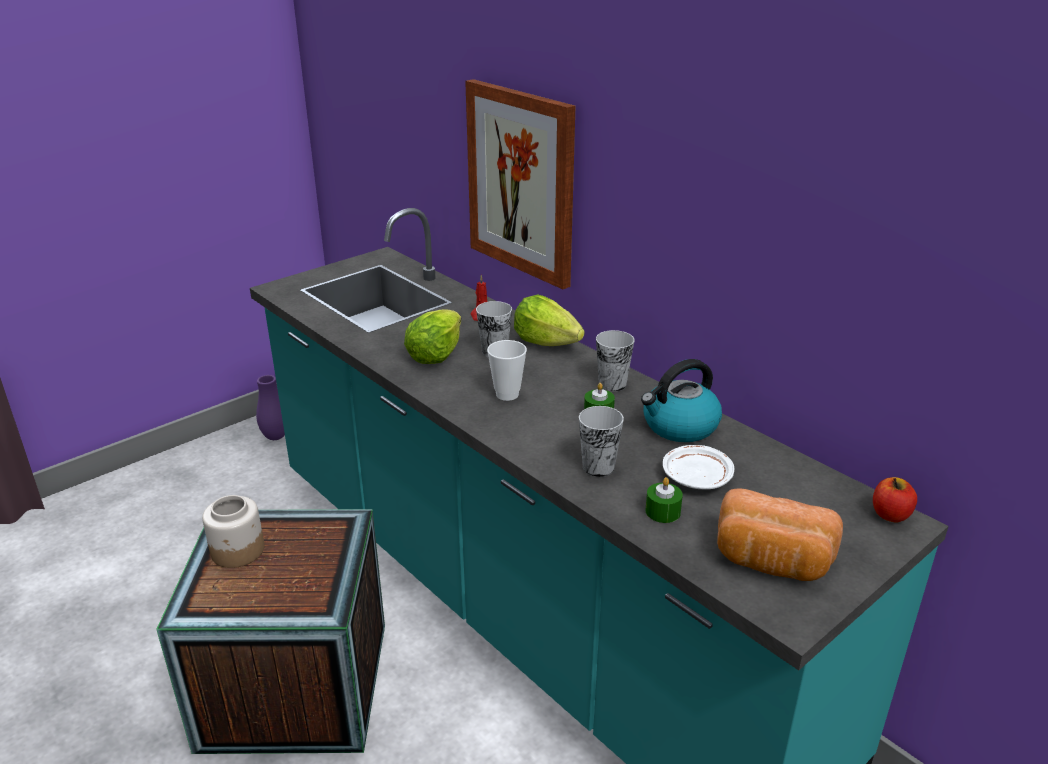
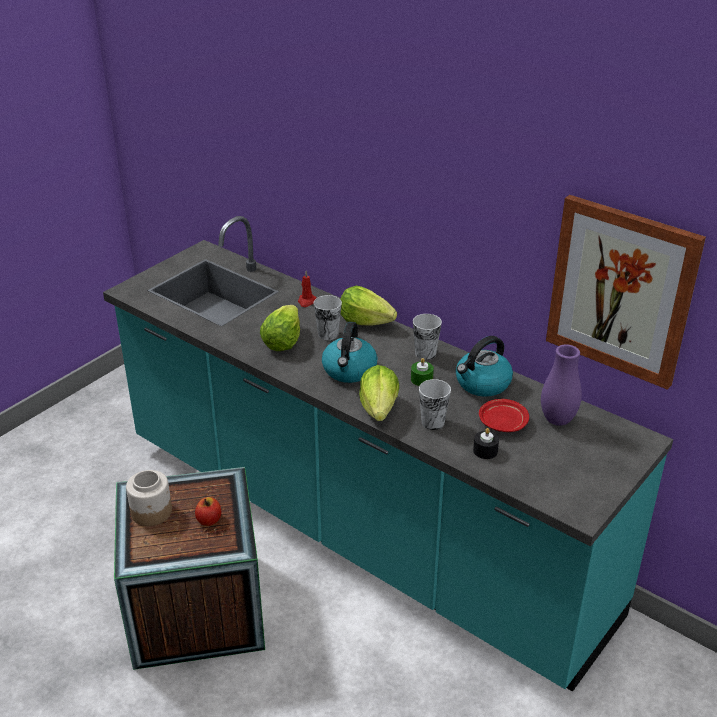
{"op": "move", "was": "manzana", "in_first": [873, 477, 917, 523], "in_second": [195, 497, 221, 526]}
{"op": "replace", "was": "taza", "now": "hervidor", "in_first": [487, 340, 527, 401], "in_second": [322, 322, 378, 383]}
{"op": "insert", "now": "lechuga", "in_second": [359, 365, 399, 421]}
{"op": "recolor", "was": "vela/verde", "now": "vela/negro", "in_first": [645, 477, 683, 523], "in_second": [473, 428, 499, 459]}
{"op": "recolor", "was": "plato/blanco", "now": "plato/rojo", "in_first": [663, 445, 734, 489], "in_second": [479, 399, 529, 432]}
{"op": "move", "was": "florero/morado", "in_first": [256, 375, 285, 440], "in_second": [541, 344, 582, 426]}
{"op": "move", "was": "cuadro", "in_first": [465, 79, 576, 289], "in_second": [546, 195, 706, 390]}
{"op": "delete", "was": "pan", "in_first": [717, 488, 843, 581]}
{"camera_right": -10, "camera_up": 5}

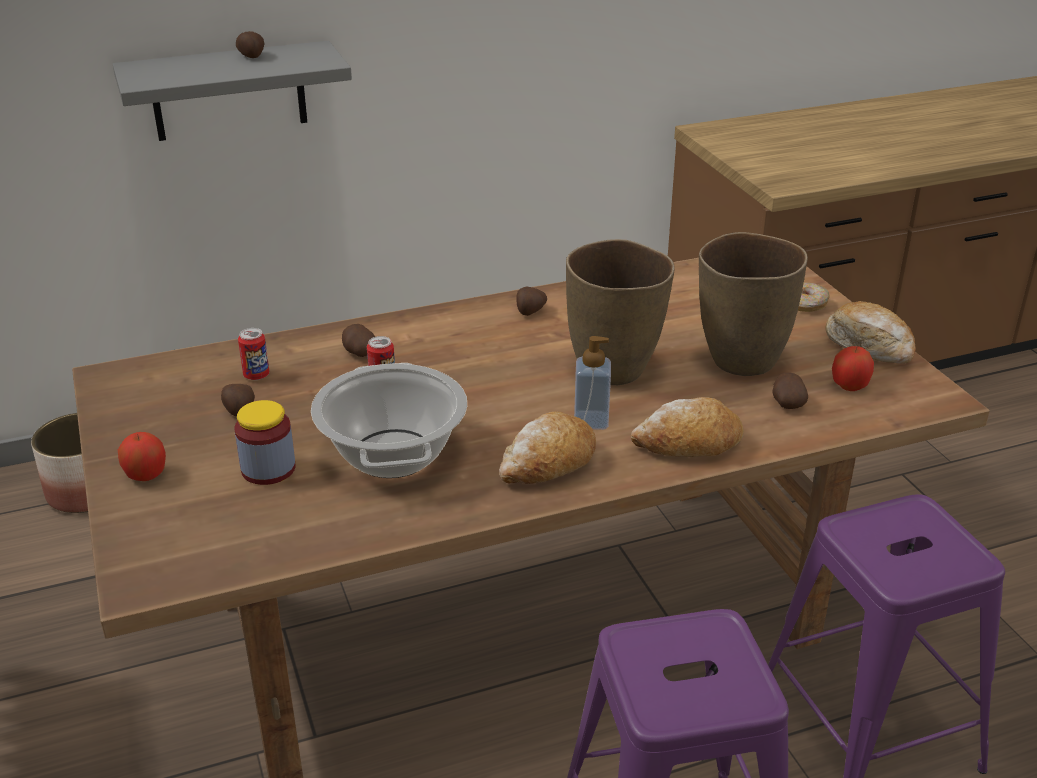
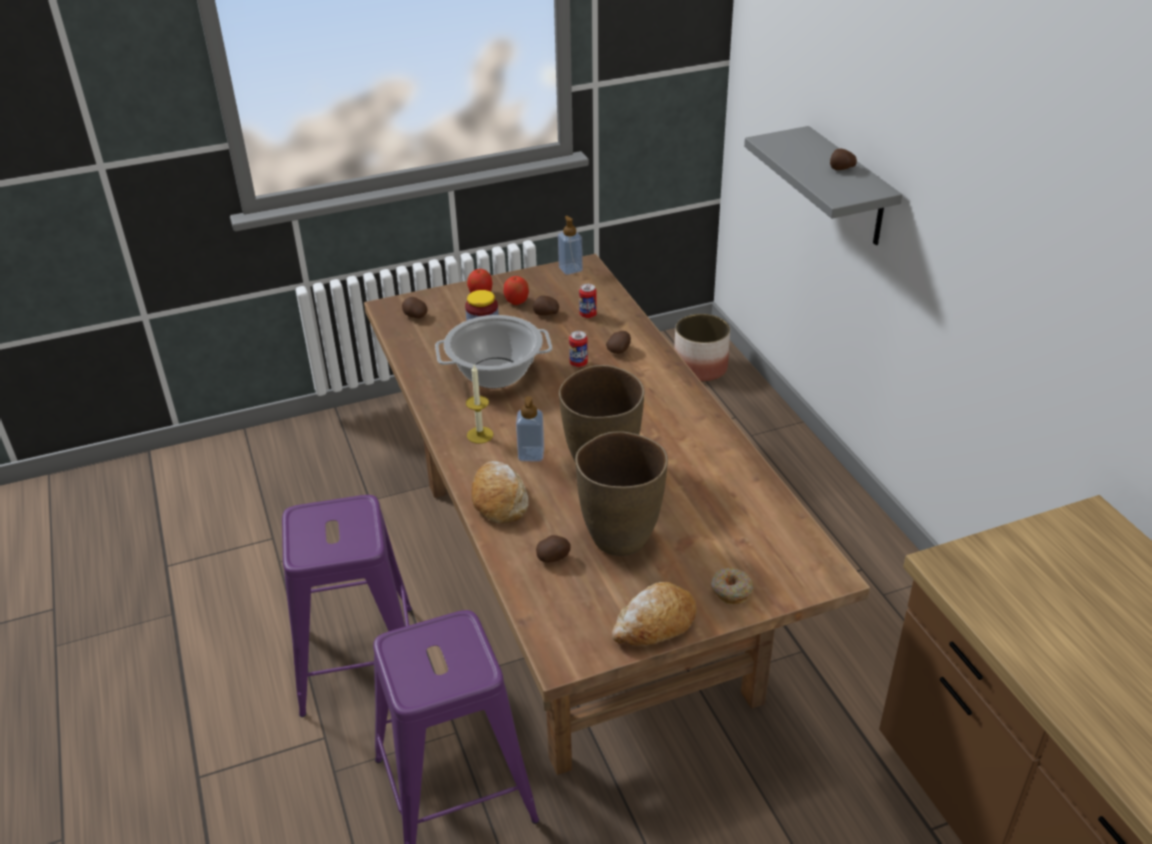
{"op": "move", "was": "patata", "in_first": [516, 287, 547, 316], "in_second": [402, 297, 428, 319]}
{"op": "replace", "was": "pan", "now": "vela", "in_first": [499, 411, 596, 484], "in_second": [466, 365, 493, 444]}
{"op": "move", "was": "manzana", "in_first": [832, 346, 874, 391], "in_second": [503, 276, 529, 305]}
{"op": "insert", "now": "dispensador de jabón", "in_second": [558, 216, 583, 275]}
{"camera_right": 90, "camera_up": 5}

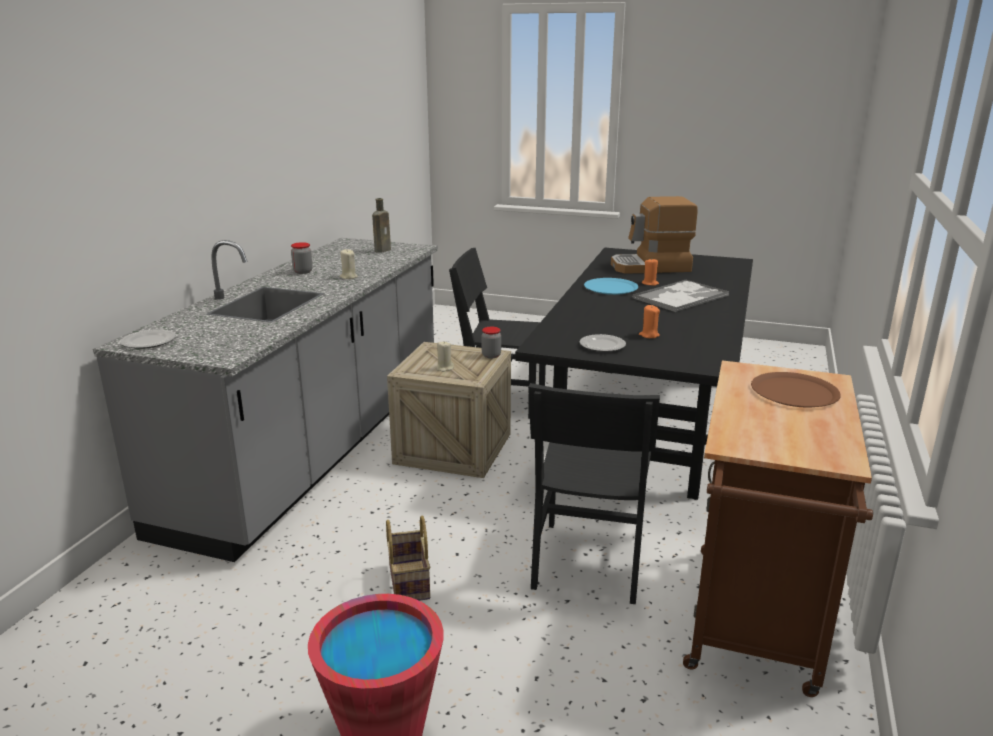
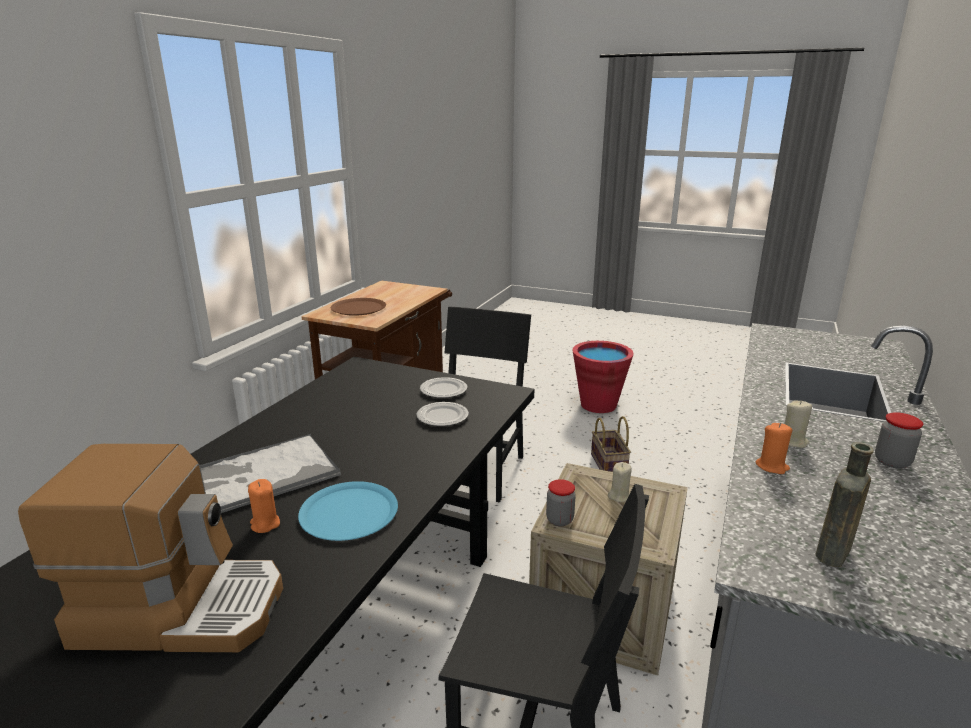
{"op": "move", "was": "plato", "in_first": [120, 329, 176, 349], "in_second": [417, 402, 469, 426]}
{"op": "move", "was": "vela/naranja", "in_first": [639, 305, 660, 338], "in_second": [755, 423, 792, 474]}
{"camera_right": -175, "camera_up": 0}

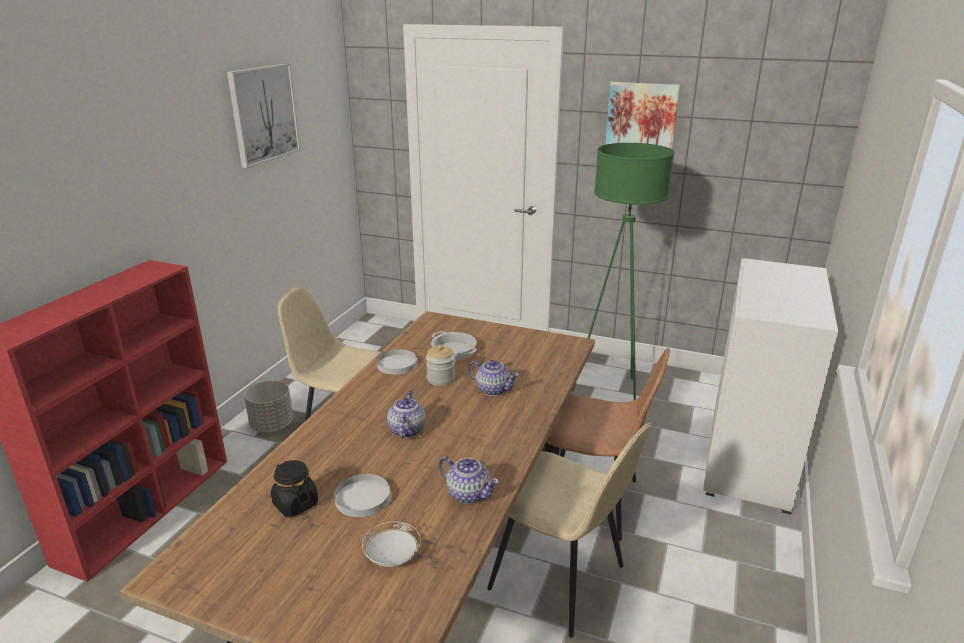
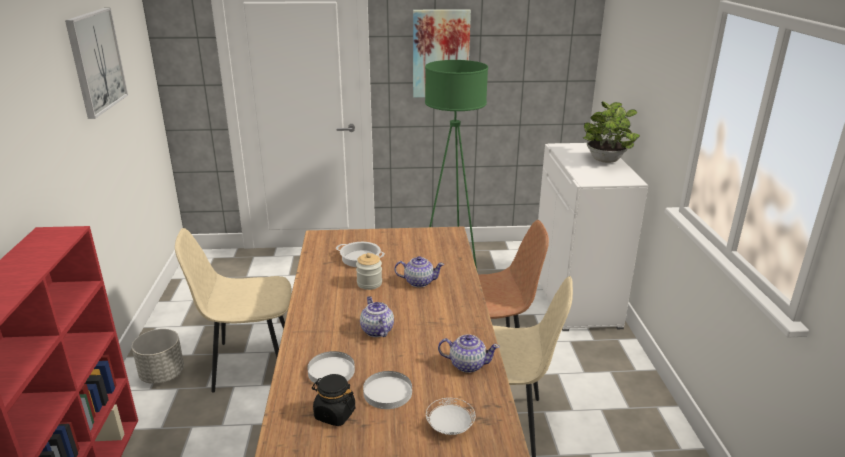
{"op": "move", "was": "plato/blanco", "in_first": [376, 349, 417, 375], "in_second": [307, 351, 355, 383]}
{"op": "insert", "now": "planta en maceta", "in_second": [583, 101, 640, 163]}
{"camera_right": -25, "camera_up": 0}

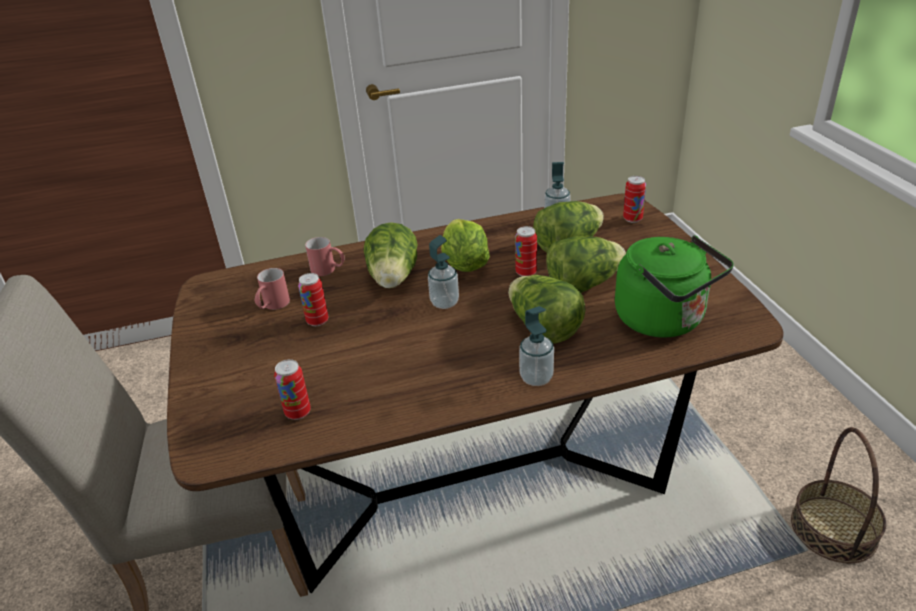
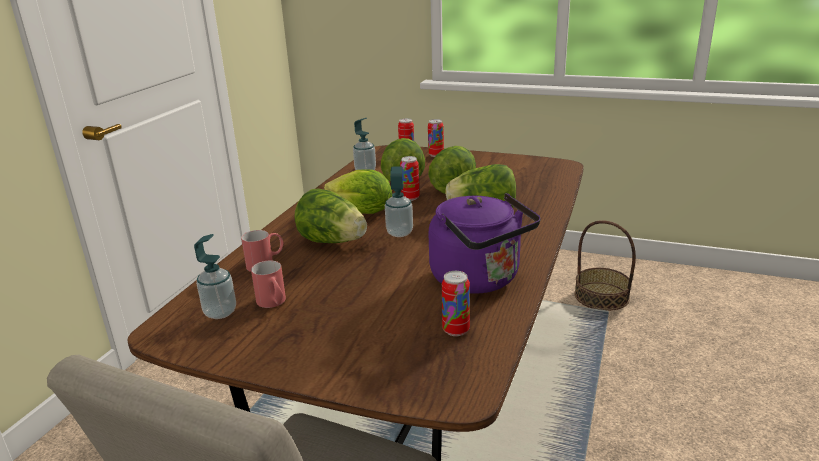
{"op": "move", "was": "dispensador de jabón", "in_first": [519, 306, 554, 386], "in_second": [194, 234, 236, 319]}
{"op": "move", "was": "lata", "in_first": [298, 273, 328, 326], "in_second": [428, 119, 444, 157]}
{"op": "insert", "now": "hervidor/morado", "in_second": [429, 193, 540, 294]}
{"op": "delete", "was": "hervidor/verde", "in_first": [615, 235, 734, 337]}
{"camera_right": -55, "camera_up": -10}

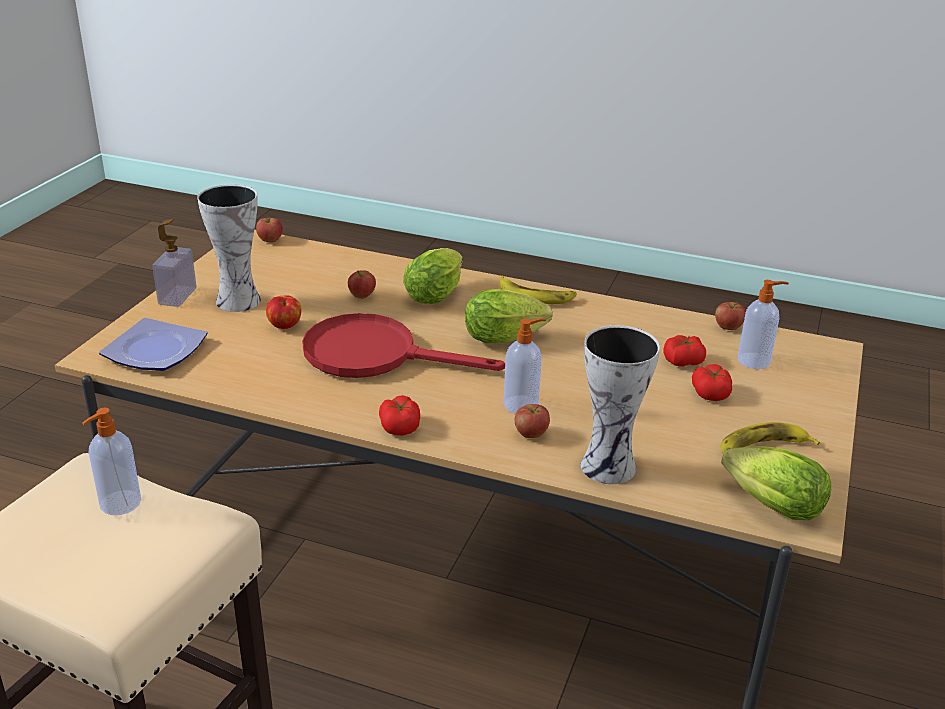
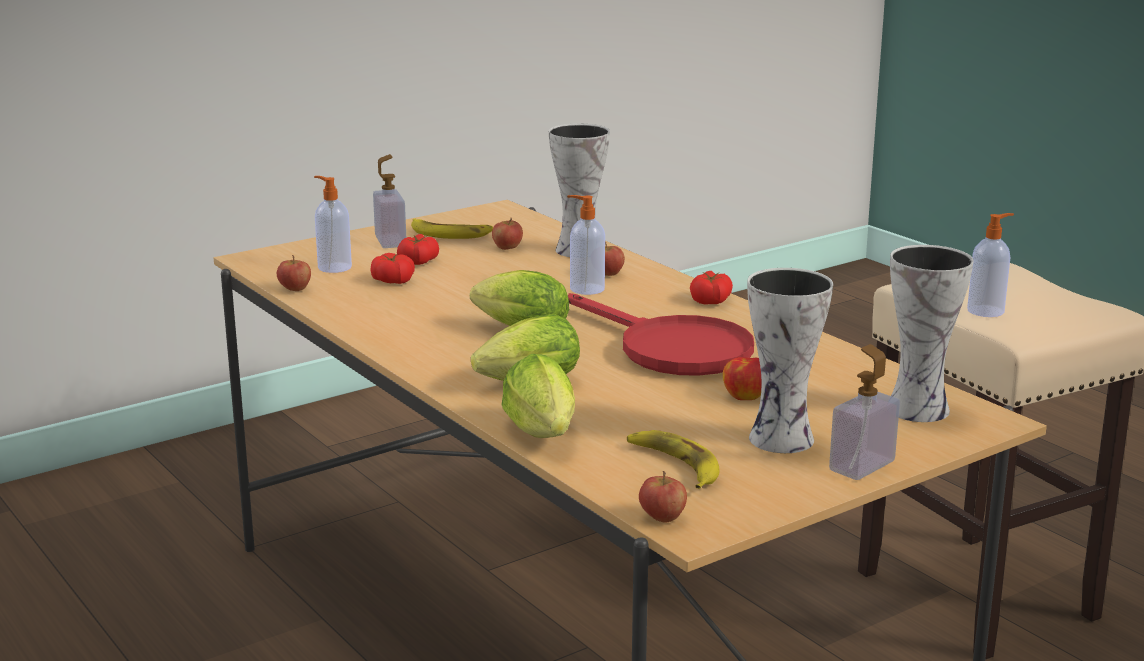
{"op": "insert", "now": "dispensador de jabón", "in_second": [373, 154, 406, 248]}
{"op": "move", "was": "manzana", "in_first": [348, 270, 376, 299], "in_second": [492, 217, 523, 250]}
{"op": "move", "was": "lechuga", "in_first": [721, 446, 831, 520], "in_second": [502, 354, 575, 438]}
{"op": "move", "was": "plátano", "in_first": [499, 276, 577, 304], "in_second": [627, 430, 720, 489]}
{"op": "replace", "was": "plato", "now": "florero", "in_first": [99, 318, 208, 371], "in_second": [890, 245, 974, 422]}
{"camera_right": -145, "camera_up": -10}

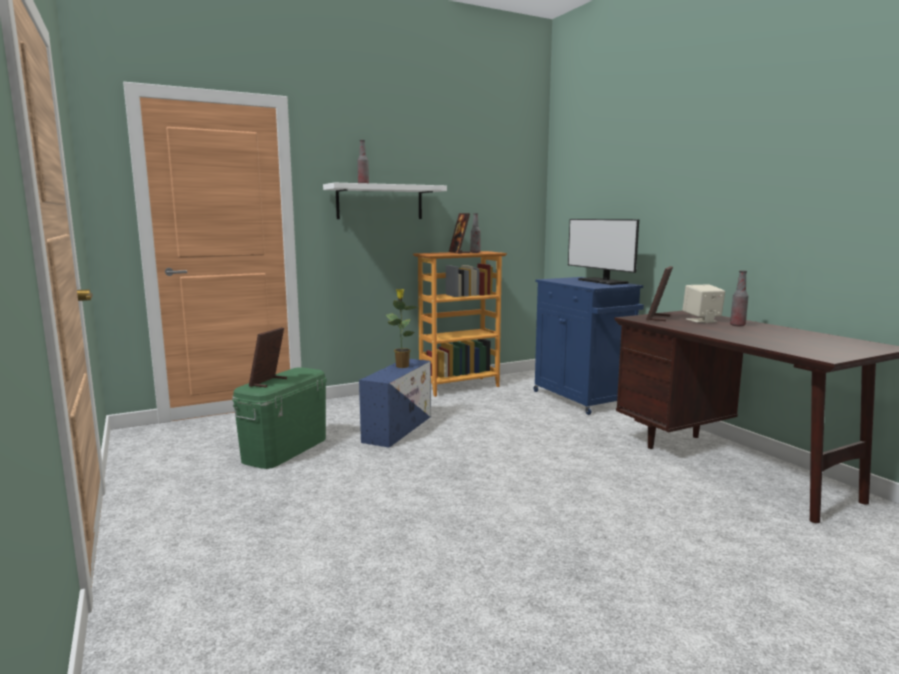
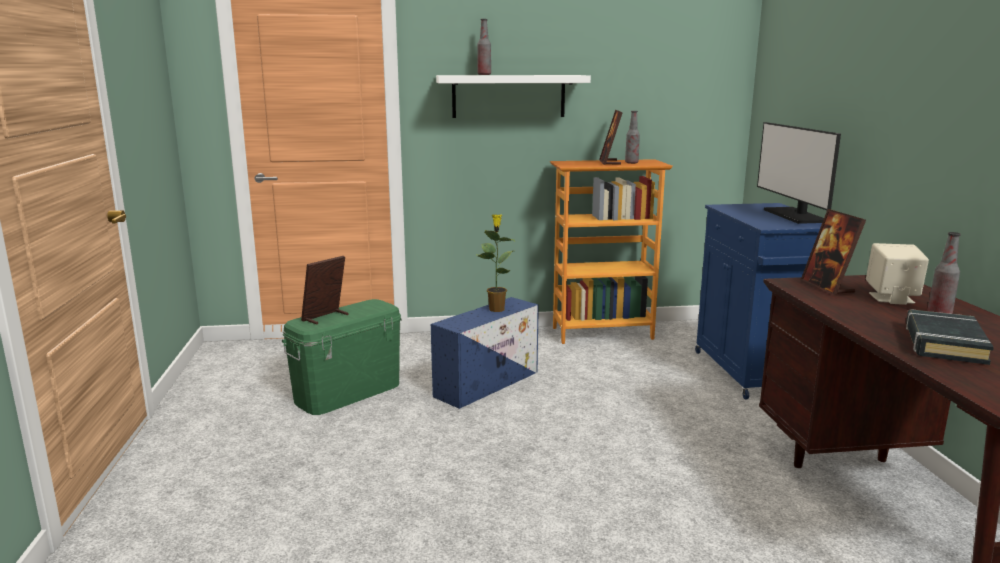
{"op": "rotate", "was": "portarretratos", "in_first": [646, 266, 673, 321], "in_second": [801, 209, 866, 295], "clockwise": -60}
{"op": "insert", "now": "libro/negro", "in_second": [906, 309, 994, 365]}
{"camera_right": 20, "camera_up": 5}

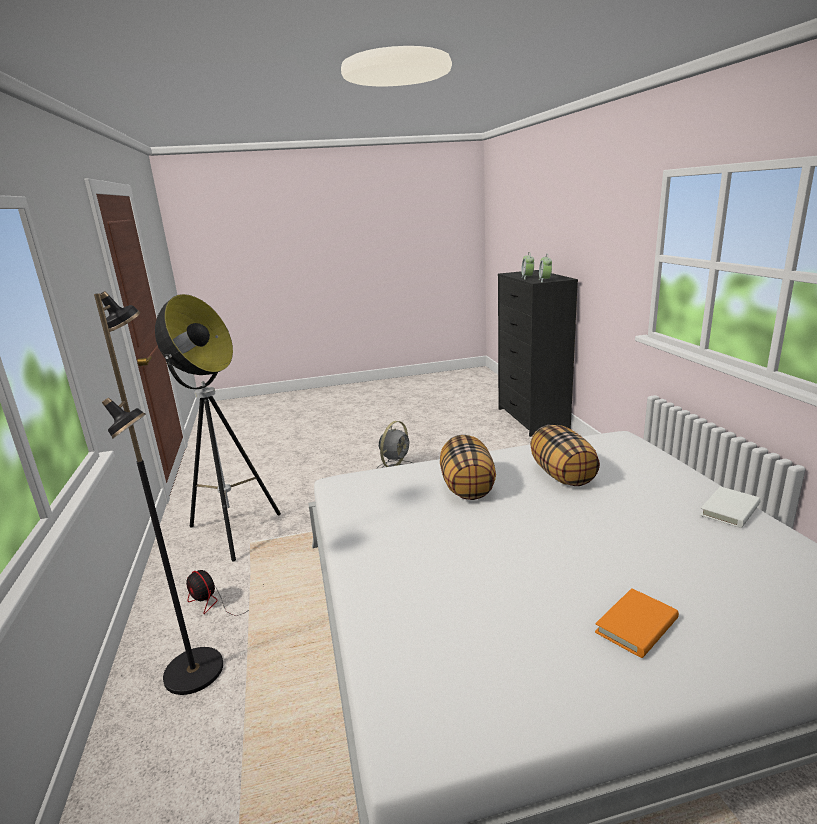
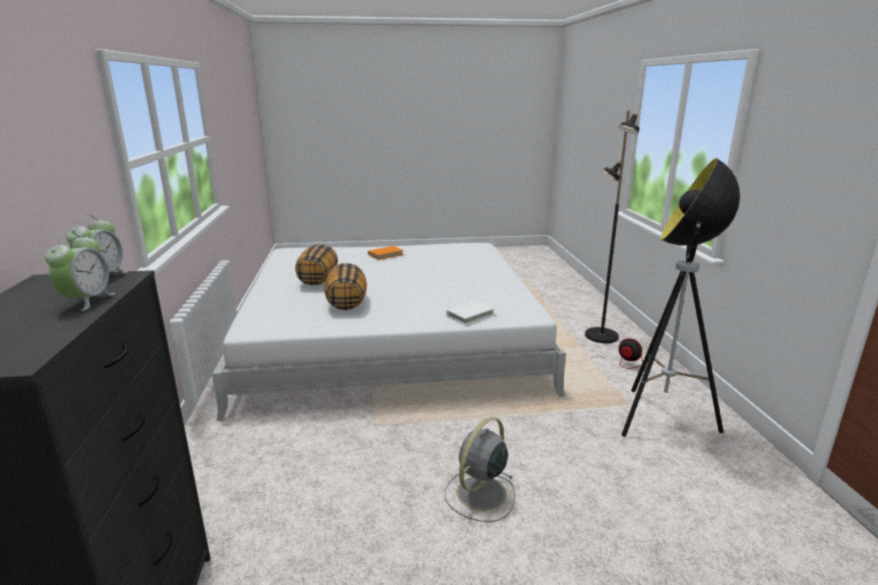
{"op": "move", "was": "cojín", "in_first": [440, 435, 496, 500], "in_second": [295, 244, 338, 285]}
{"op": "move", "was": "libro/blanco", "in_first": [700, 486, 760, 528], "in_second": [446, 301, 495, 325]}
{"camera_right": -175, "camera_up": 0}

